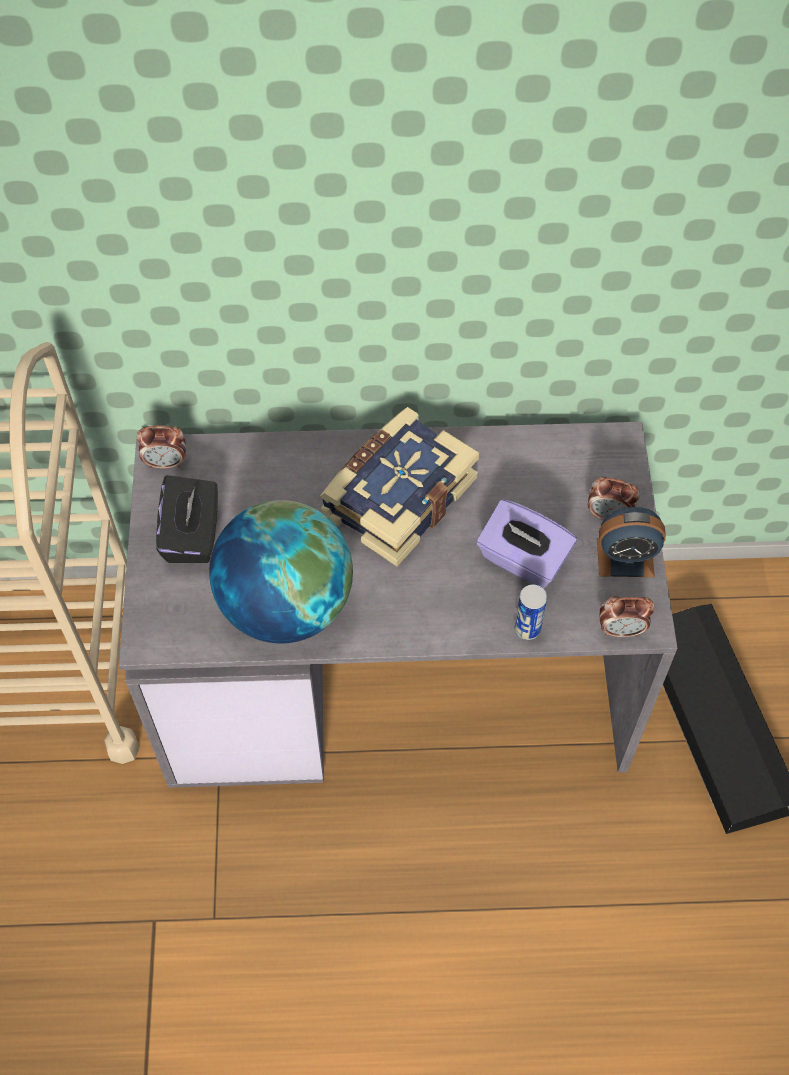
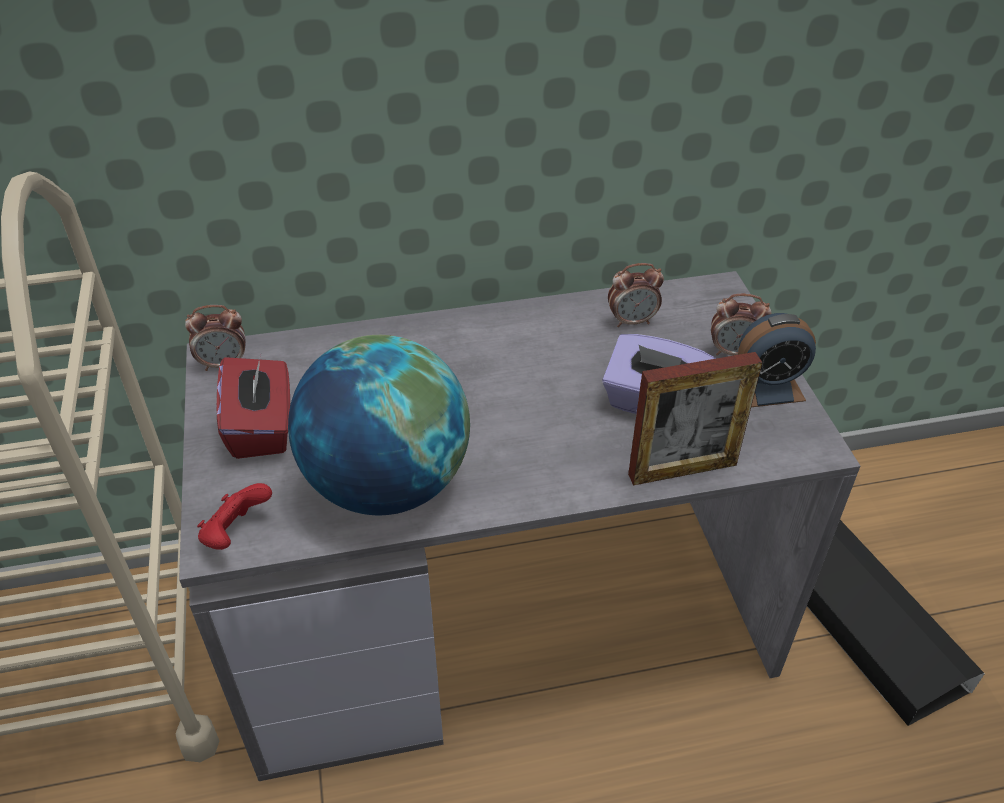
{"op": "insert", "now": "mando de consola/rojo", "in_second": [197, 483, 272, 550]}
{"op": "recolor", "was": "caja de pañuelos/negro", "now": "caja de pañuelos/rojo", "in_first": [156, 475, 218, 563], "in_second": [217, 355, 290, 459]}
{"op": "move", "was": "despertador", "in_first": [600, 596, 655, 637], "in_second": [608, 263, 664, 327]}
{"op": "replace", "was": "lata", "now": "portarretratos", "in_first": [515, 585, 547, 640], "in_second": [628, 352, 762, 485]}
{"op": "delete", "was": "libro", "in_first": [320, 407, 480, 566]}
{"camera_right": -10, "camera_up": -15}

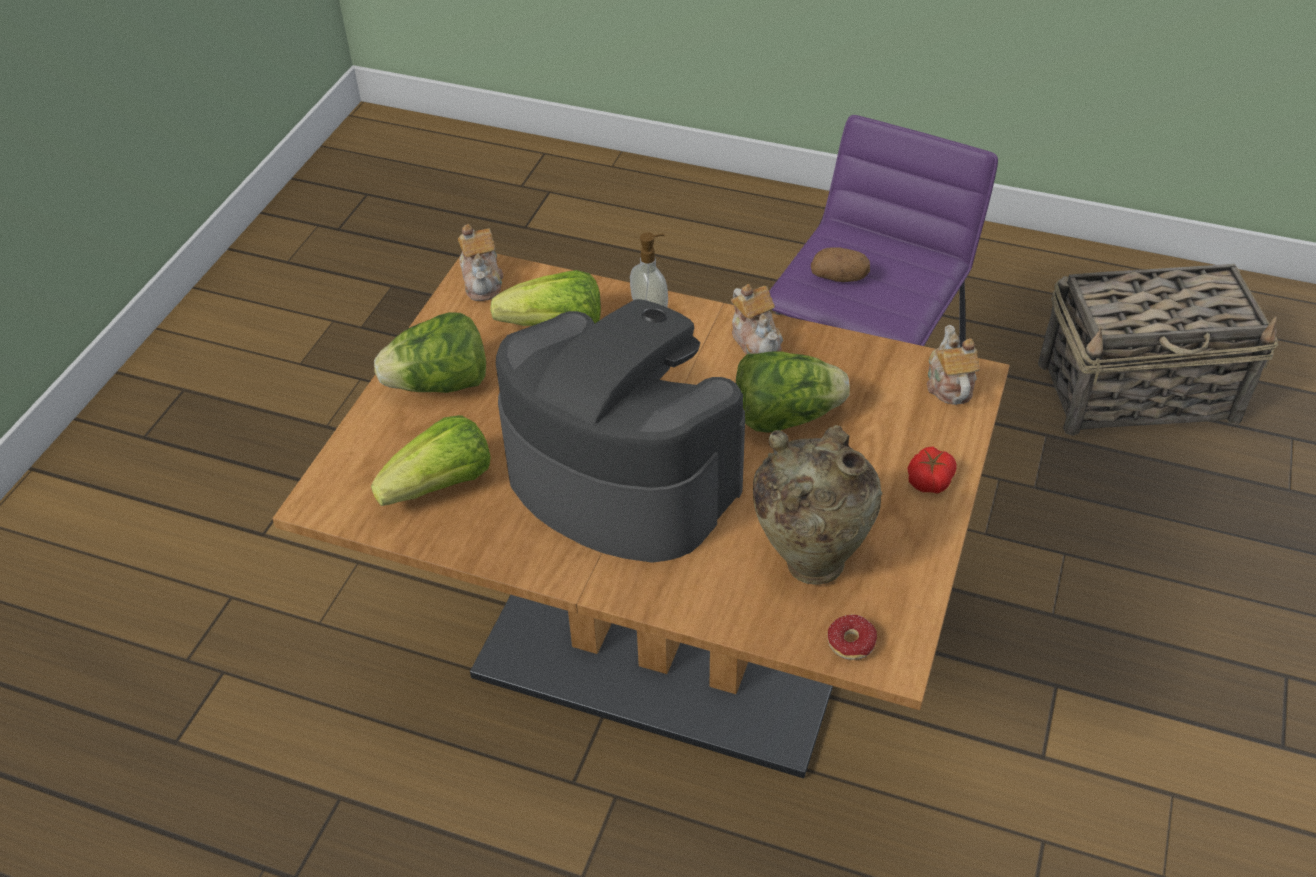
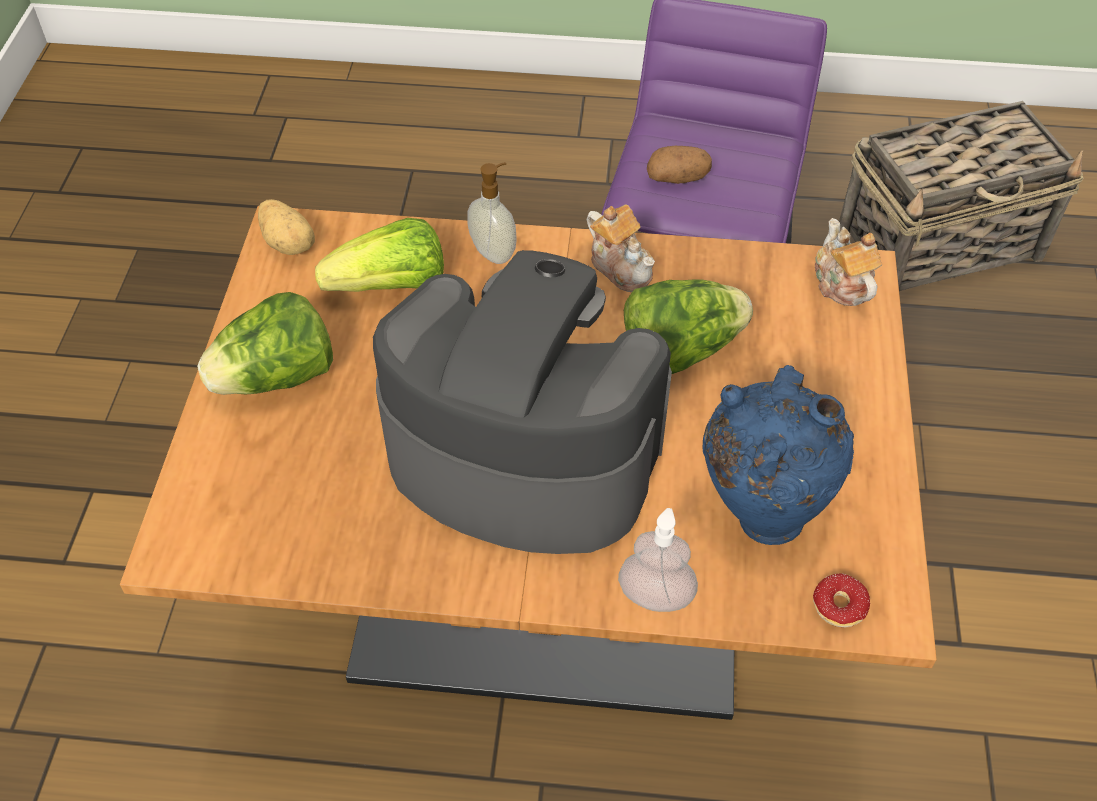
{"op": "replace", "was": "tetera", "now": "patata", "in_first": [458, 224, 503, 301], "in_second": [258, 199, 315, 255]}
{"op": "insert", "now": "dispensador de jabón", "in_second": [618, 508, 698, 612]}
{"op": "recolor", "was": "florero/beis", "now": "florero/azul", "in_first": [753, 425, 882, 585], "in_second": [703, 365, 854, 545]}
{"op": "delete", "was": "lechuga", "in_first": [371, 415, 491, 506]}
{"op": "delete", "was": "tomate", "in_first": [908, 446, 957, 494]}
{"camera_right": -15, "camera_up": 5}

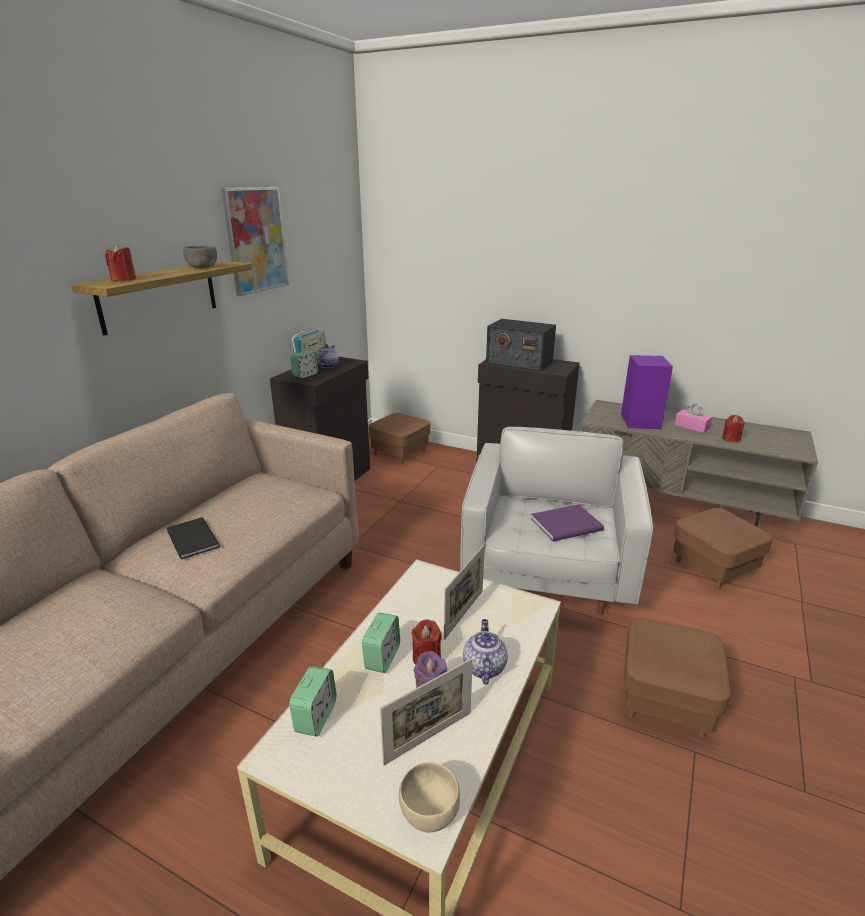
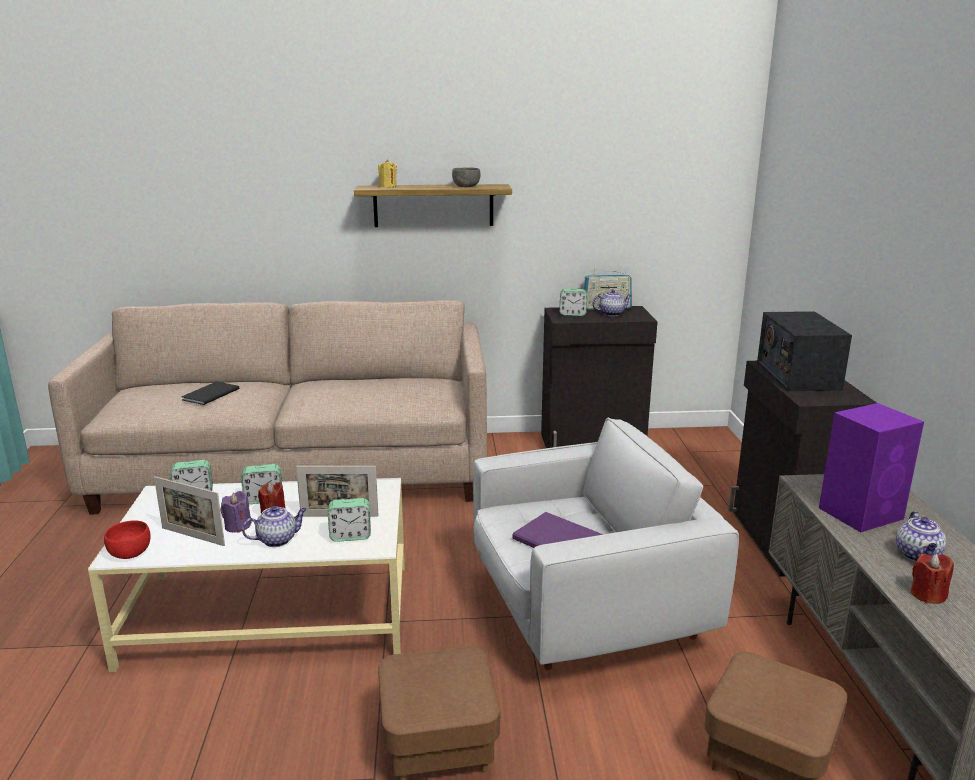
{"op": "recolor", "was": "cuenco/beis", "now": "cuenco/rojo", "in_first": [399, 762, 460, 833], "in_second": [104, 520, 151, 559]}
{"op": "move", "was": "libro/negro", "in_first": [167, 518, 220, 559], "in_second": [182, 382, 239, 405]}
{"op": "insert", "now": "despertador", "in_second": [328, 498, 371, 542]}
{"op": "recolor", "was": "vela/rojo", "now": "vela/amarillo", "in_first": [105, 244, 136, 281], "in_second": [378, 160, 397, 188]}
{"op": "replace", "was": "caja de pañuelos/rosa", "now": "tetera", "in_first": [675, 403, 712, 433], "in_second": [896, 511, 946, 562]}
{"op": "delete", "was": "cuadro", "in_first": [221, 187, 289, 296]}
{"op": "delete", "was": "puf/marrón", "in_first": [368, 413, 430, 464]}
{"camera_right": 60, "camera_up": -5}

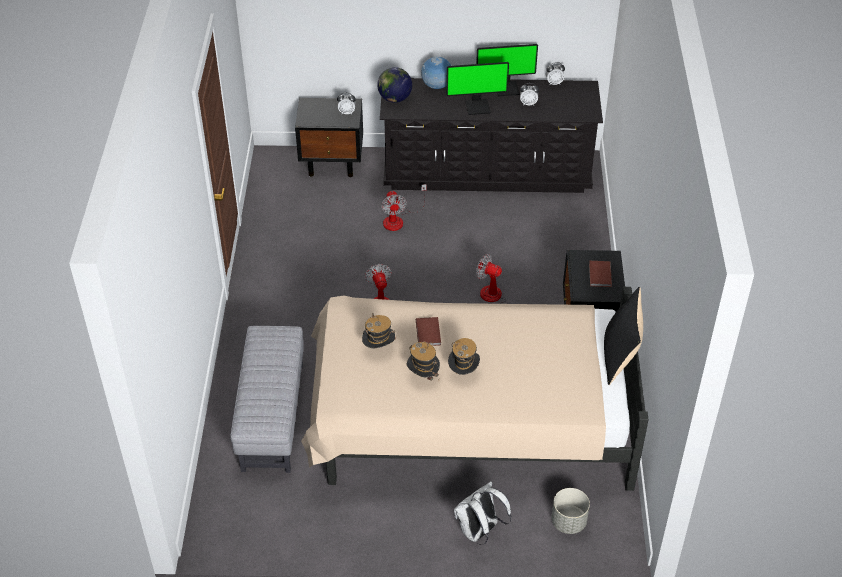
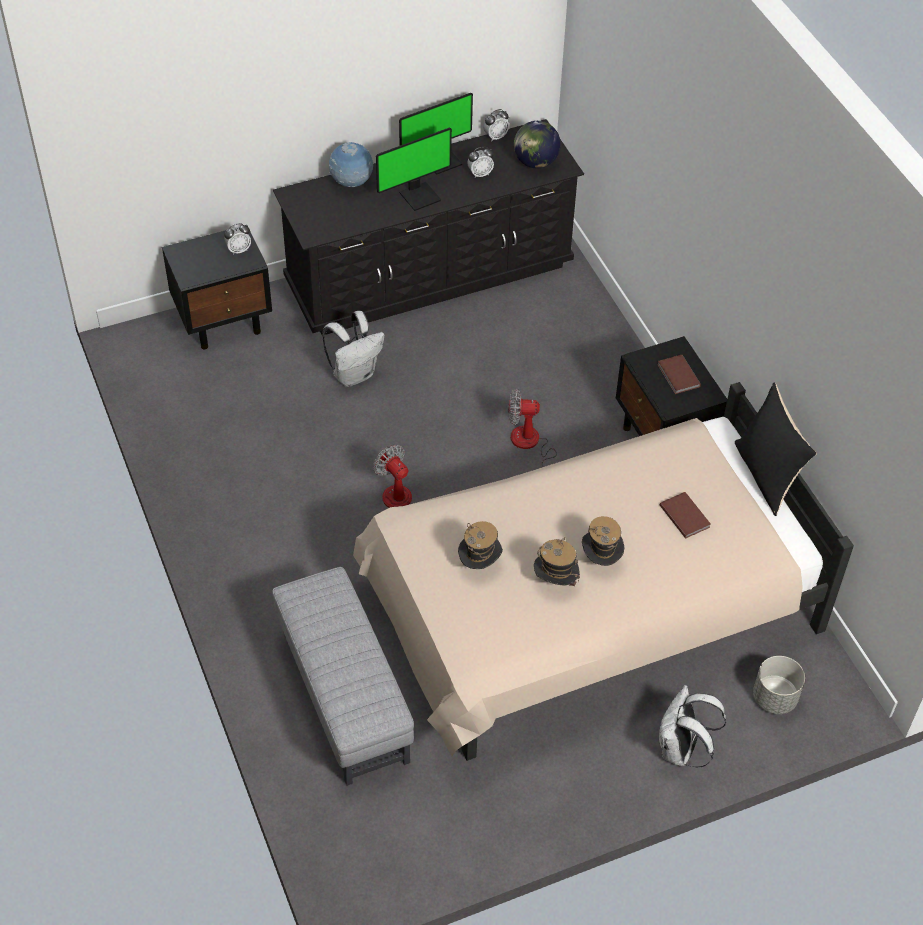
{"op": "replace", "was": "ventilador", "now": "mochila/blanco", "in_first": [381, 184, 426, 231], "in_second": [322, 311, 384, 387]}
{"op": "move", "was": "globo terráqueo", "in_first": [377, 67, 412, 103], "in_second": [514, 121, 561, 168]}
{"op": "move", "was": "libro/marrón", "in_first": [416, 317, 441, 346], "in_second": [660, 492, 711, 538]}
{"camera_right": -25, "camera_up": 5}

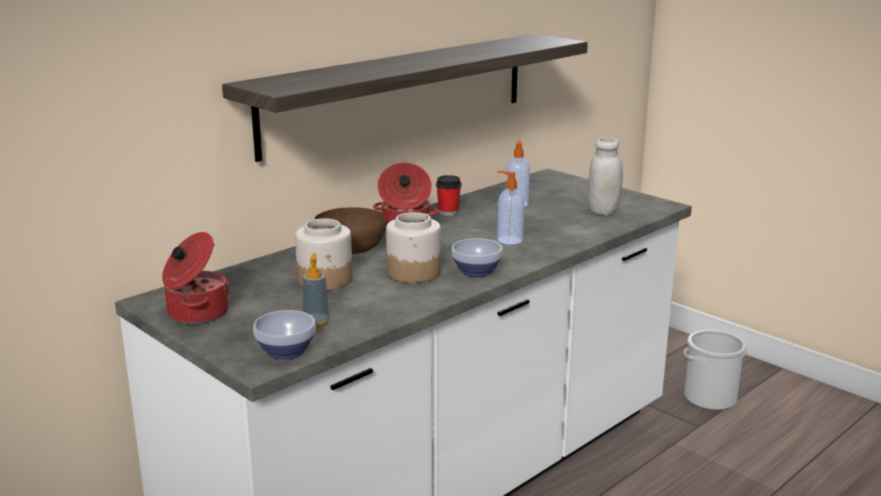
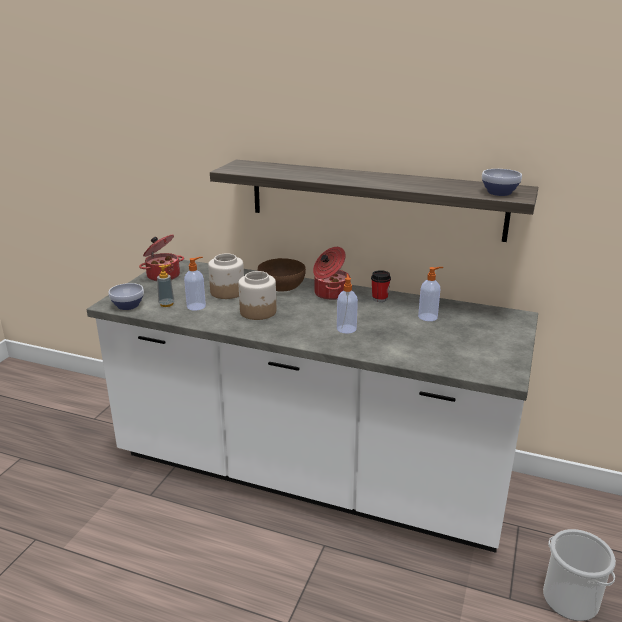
{"op": "insert", "now": "dispensador de jabón", "in_second": [184, 257, 206, 311]}
{"op": "move", "was": "cuenco", "in_first": [452, 238, 503, 277], "in_second": [482, 169, 522, 196]}
{"op": "delete", "was": "tarro/blanco", "in_first": [588, 137, 623, 215]}
{"camera_right": 65, "camera_up": 5}

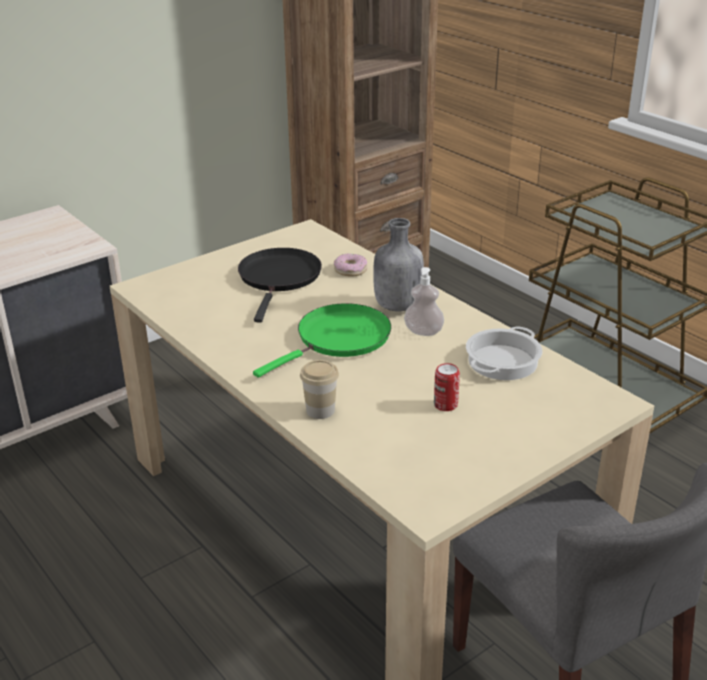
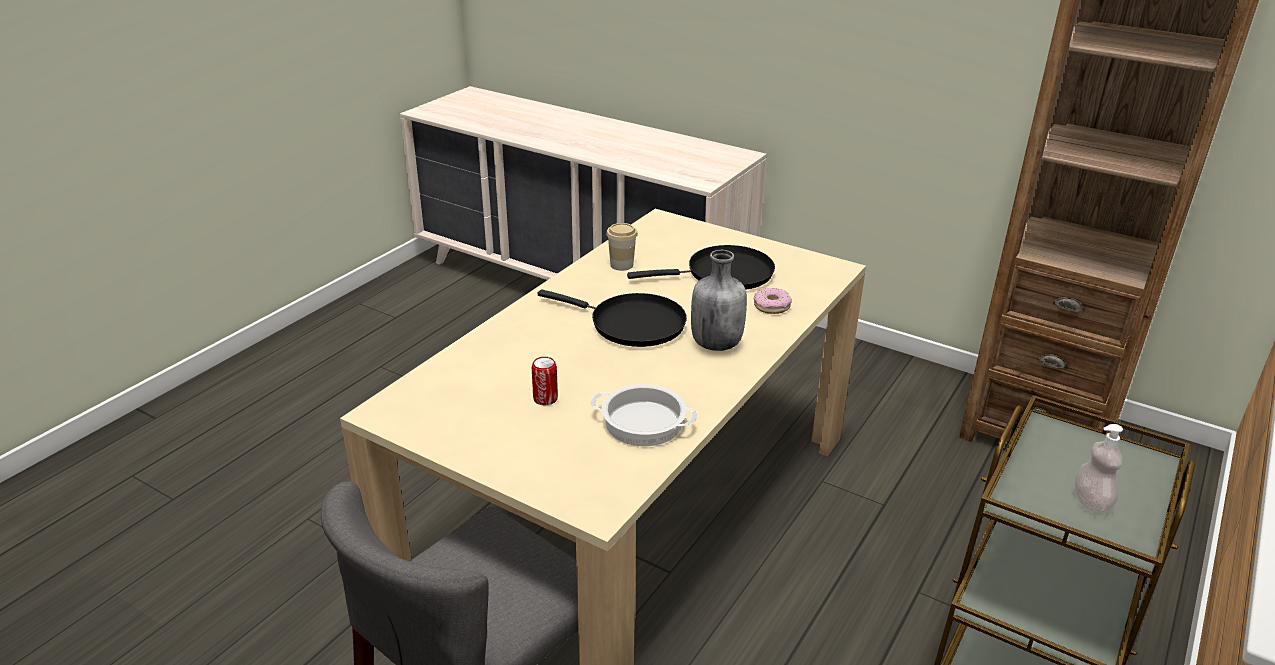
{"op": "recolor", "was": "sartén/verde", "now": "sartén/negro", "in_first": [253, 303, 391, 378], "in_second": [538, 290, 687, 347]}
{"op": "move", "was": "taza", "in_first": [300, 360, 339, 419], "in_second": [606, 223, 638, 271]}
{"op": "move", "was": "dispensador de jabón", "in_first": [404, 267, 444, 336], "in_second": [1075, 424, 1123, 513]}
{"camera_right": 70, "camera_up": 0}

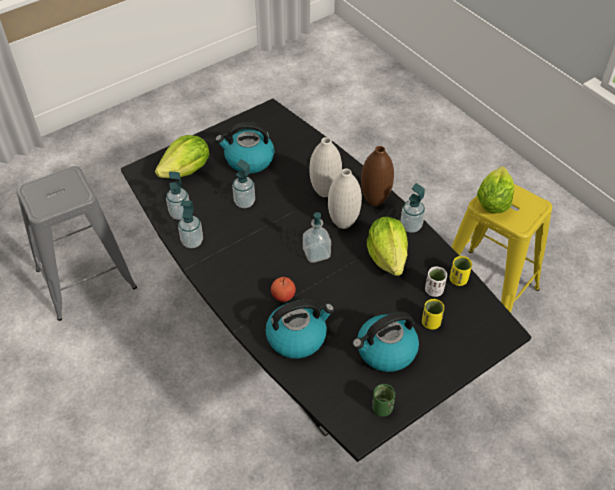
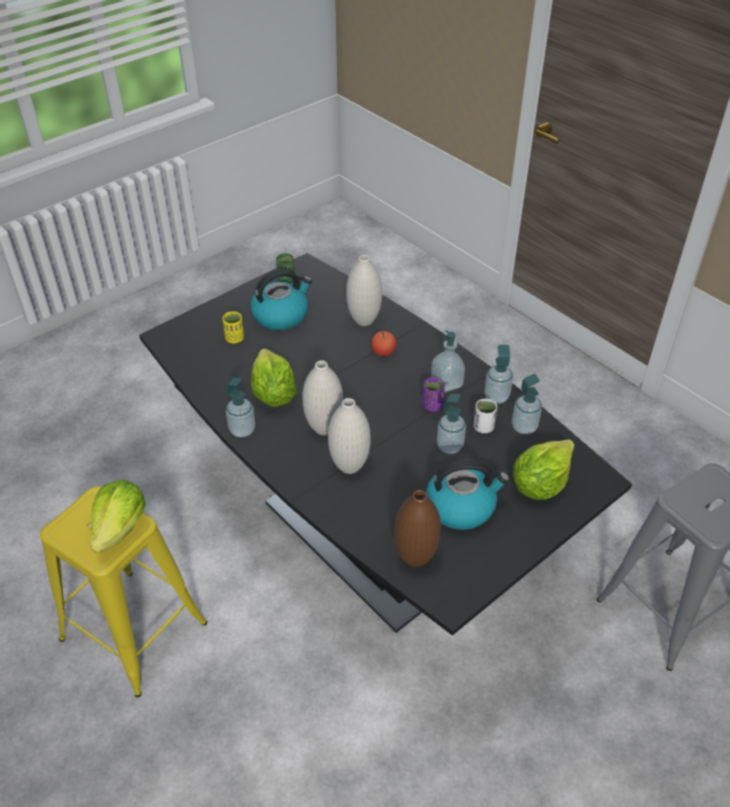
{"op": "replace", "was": "hervidor", "now": "florero/blanco", "in_first": [265, 300, 334, 359], "in_second": [346, 255, 382, 326]}
{"op": "move", "was": "florero/marrón", "in_first": [361, 146, 394, 206], "in_second": [394, 490, 441, 567]}
{"op": "insert", "now": "taza/morado", "in_second": [423, 377, 445, 412]}
{"op": "move", "was": "dispensador de jabón", "in_first": [303, 212, 331, 263], "in_second": [431, 330, 465, 392]}
{"op": "move", "was": "taza/blanco", "in_first": [425, 266, 447, 297], "in_second": [473, 399, 497, 433]}
{"op": "delete", "was": "taza/amarillo", "in_first": [450, 256, 472, 286]}
{"camera_right": 175, "camera_up": -5}

